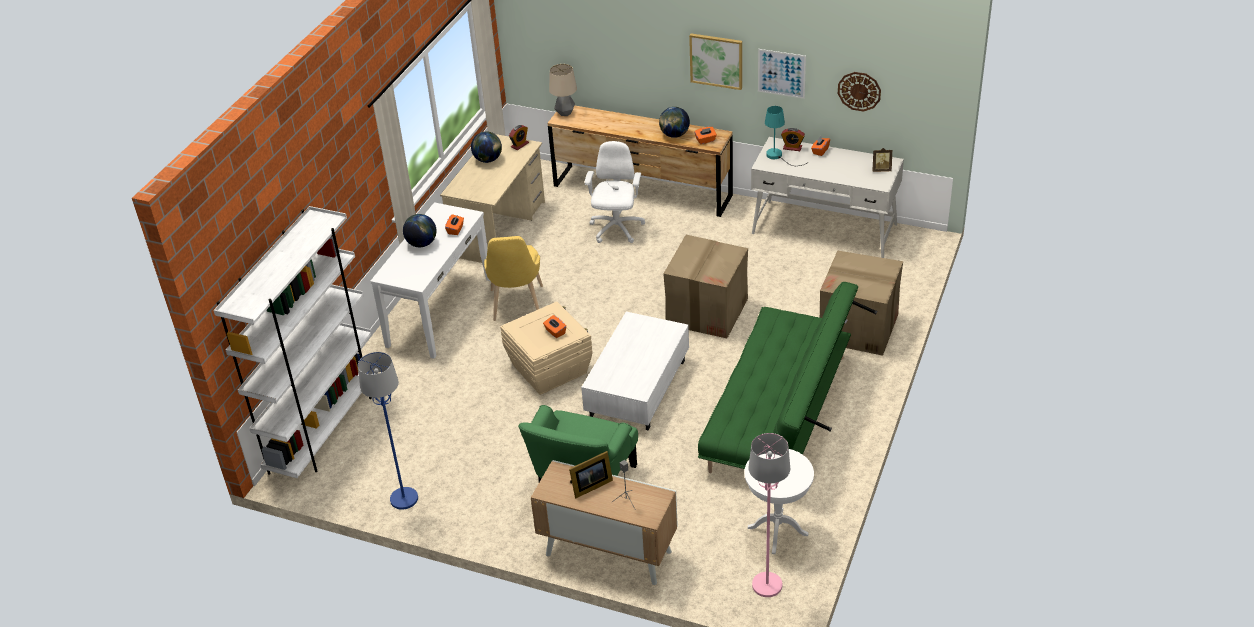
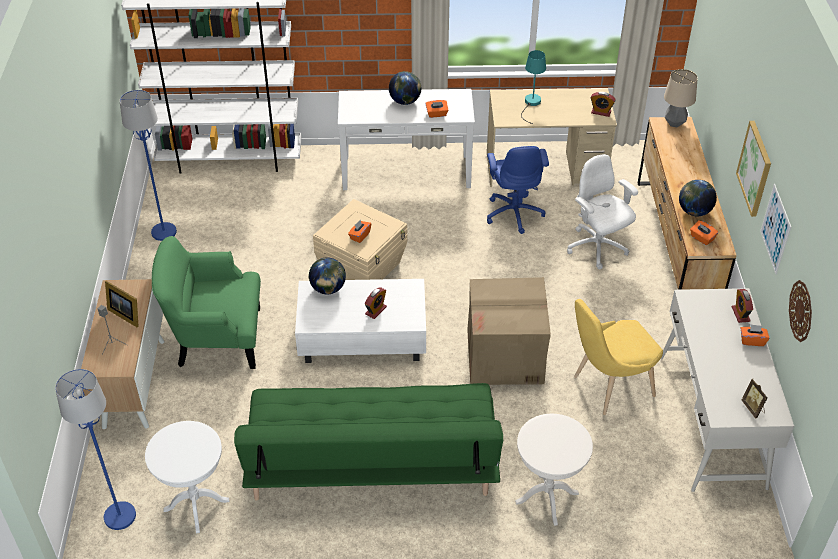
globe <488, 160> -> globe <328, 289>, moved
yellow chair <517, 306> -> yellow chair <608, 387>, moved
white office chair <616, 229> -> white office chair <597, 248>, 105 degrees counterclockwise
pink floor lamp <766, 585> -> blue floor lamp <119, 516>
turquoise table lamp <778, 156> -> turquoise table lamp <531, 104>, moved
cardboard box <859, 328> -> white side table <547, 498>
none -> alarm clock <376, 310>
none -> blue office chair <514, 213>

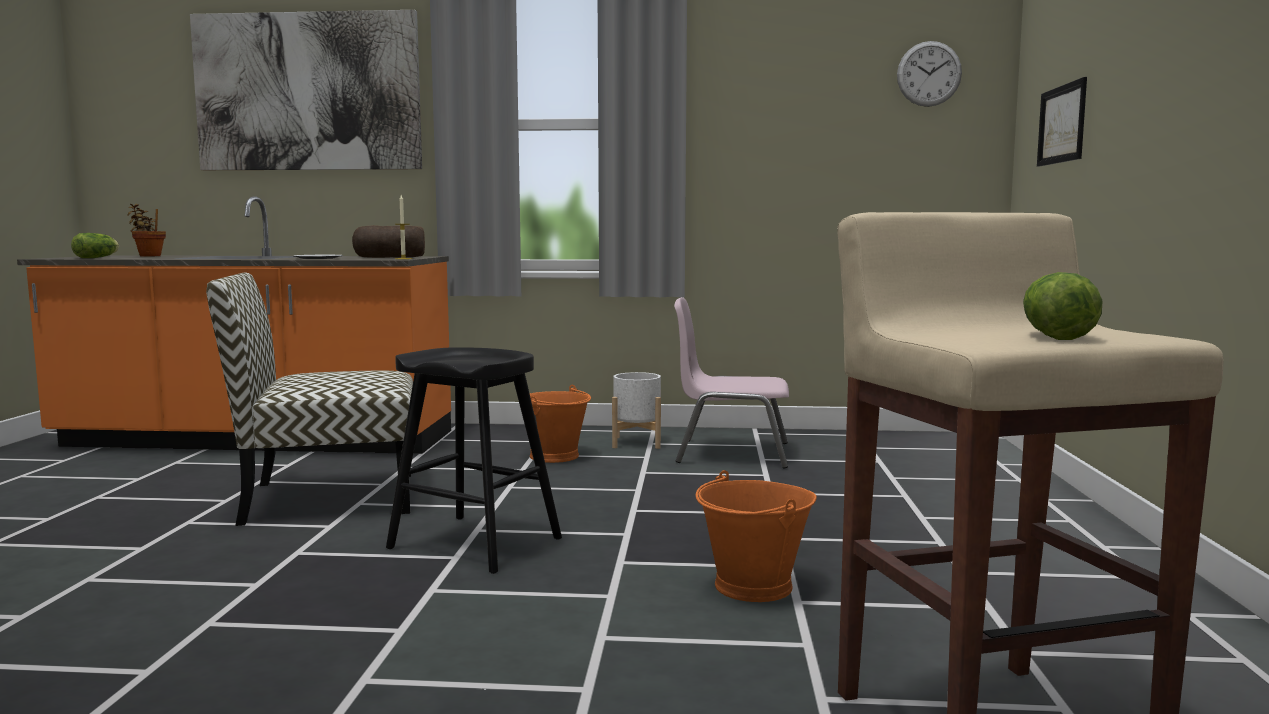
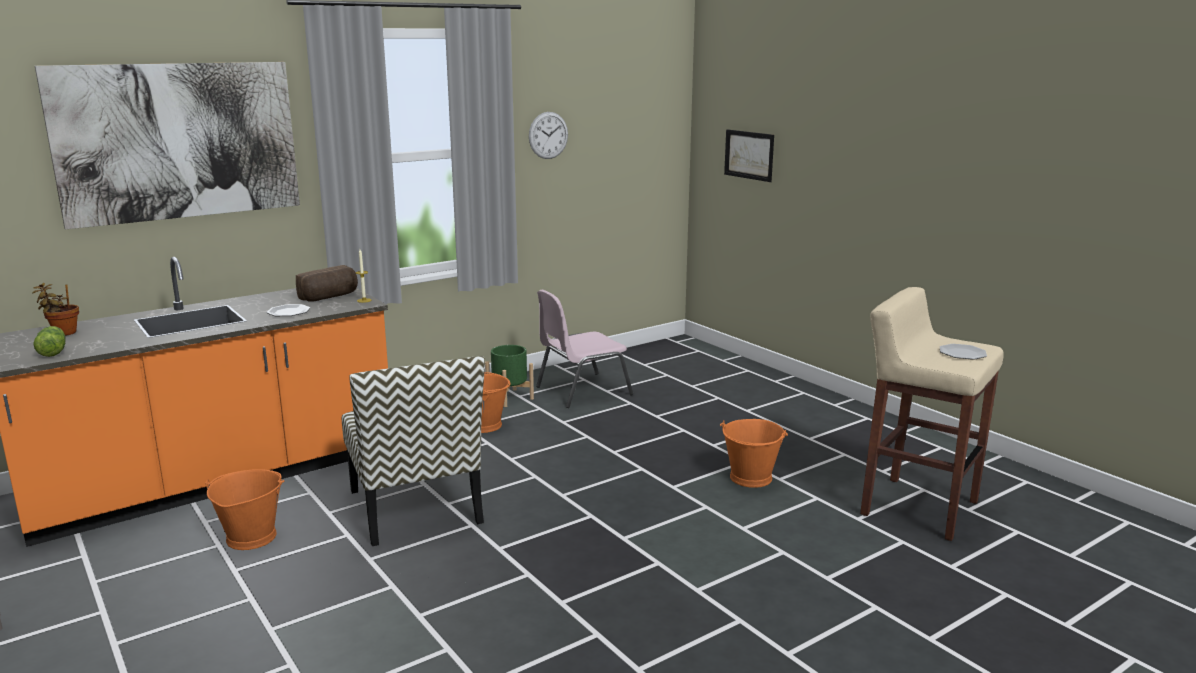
chair <326, 498> -> chair <416, 507>, 60 degrees counterclockwise
black stool <474, 543> -> none
white planter <636, 442> -> green planter <509, 398>
wall clock <929, 74> -> wall clock <548, 135>, moved
lettuce <1055, 335> -> plate <962, 354>
none -> orange bucket <250, 537>

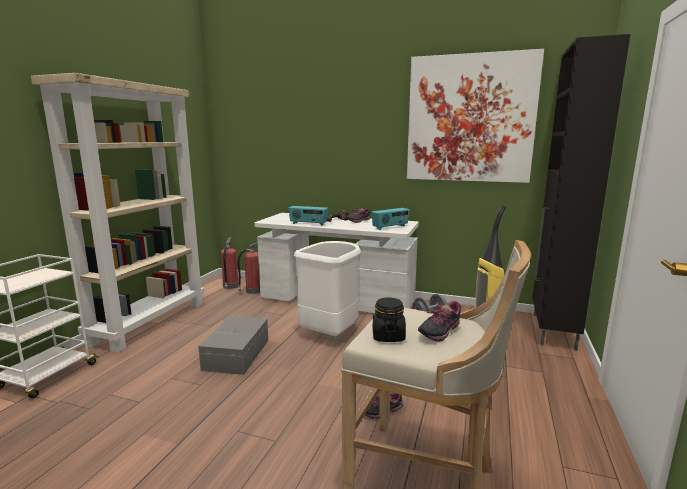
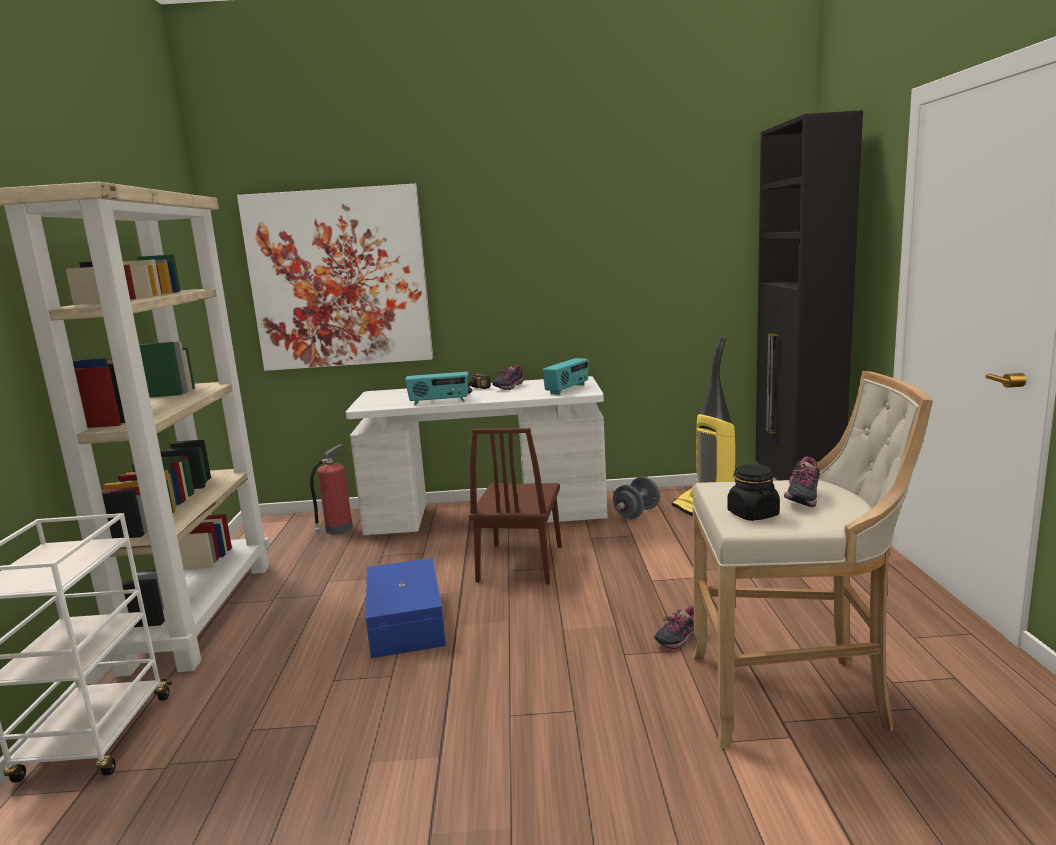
grey storage box <238, 354> -> blue storage box <408, 622>
fire extinguisher <230, 286> -> none
white trash can <330, 334> -> brown chair <520, 563>
picture <470, 119> -> picture <339, 279>, moved

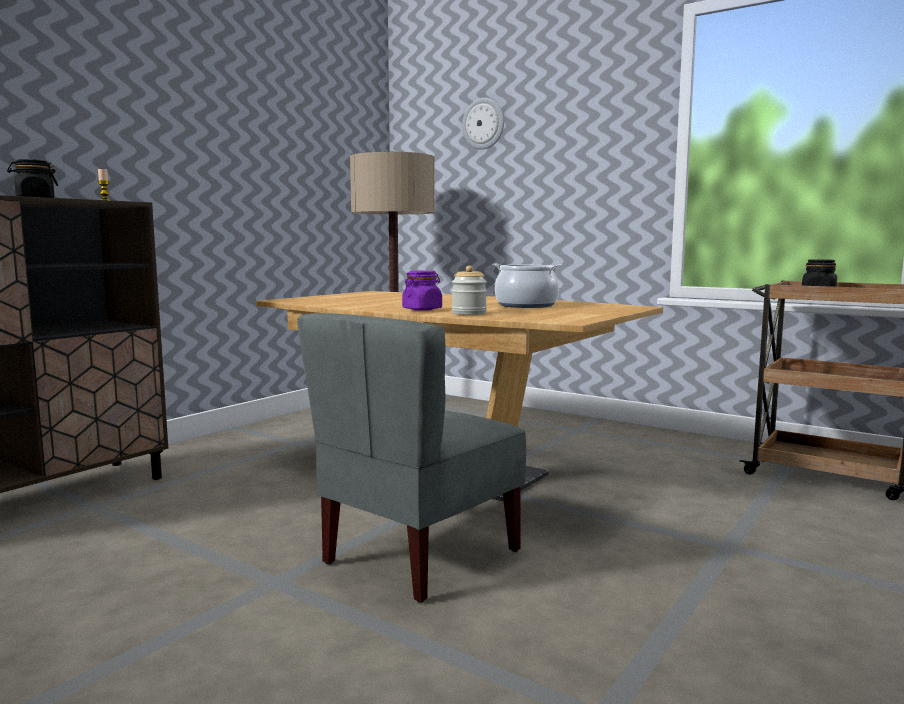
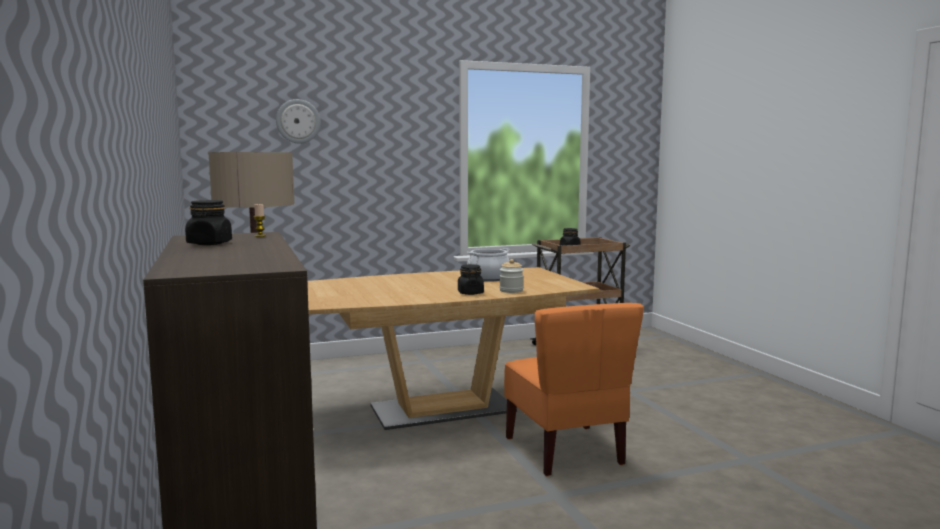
grey chair <419, 556> -> orange chair <565, 451>
purple jar <422, 309> -> black jar <470, 293>

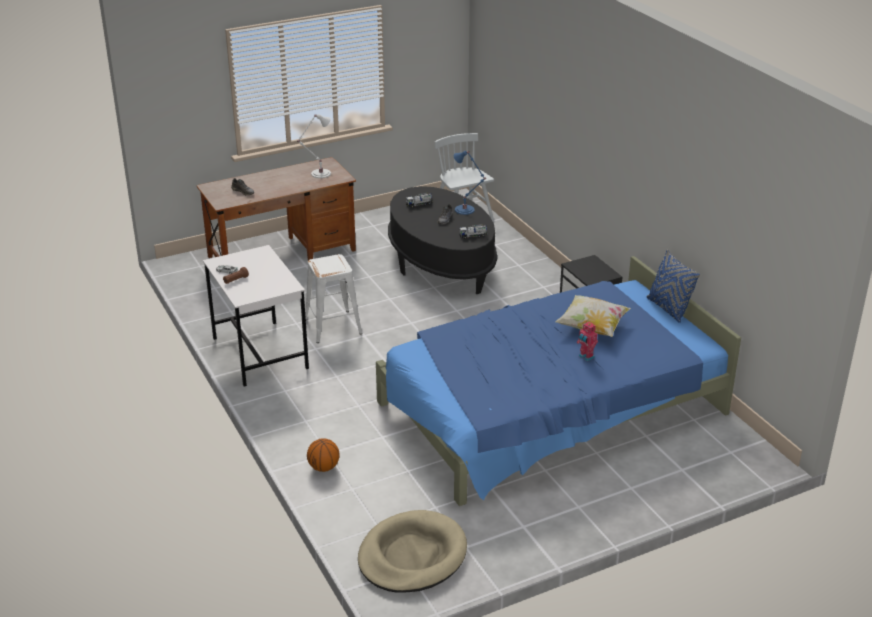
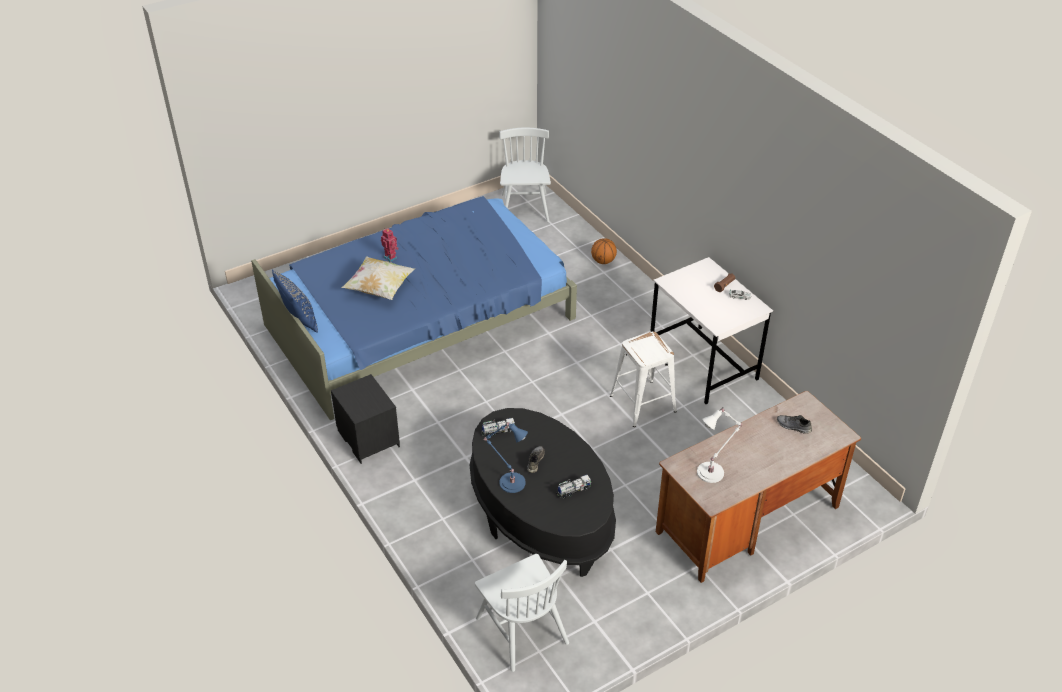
beige dog bed <412, 556> -> white chair <525, 208>

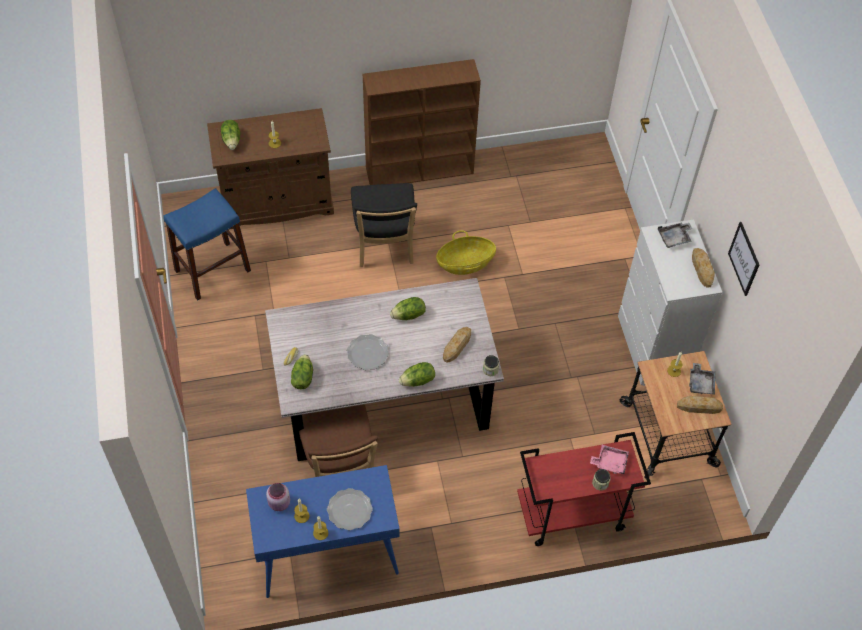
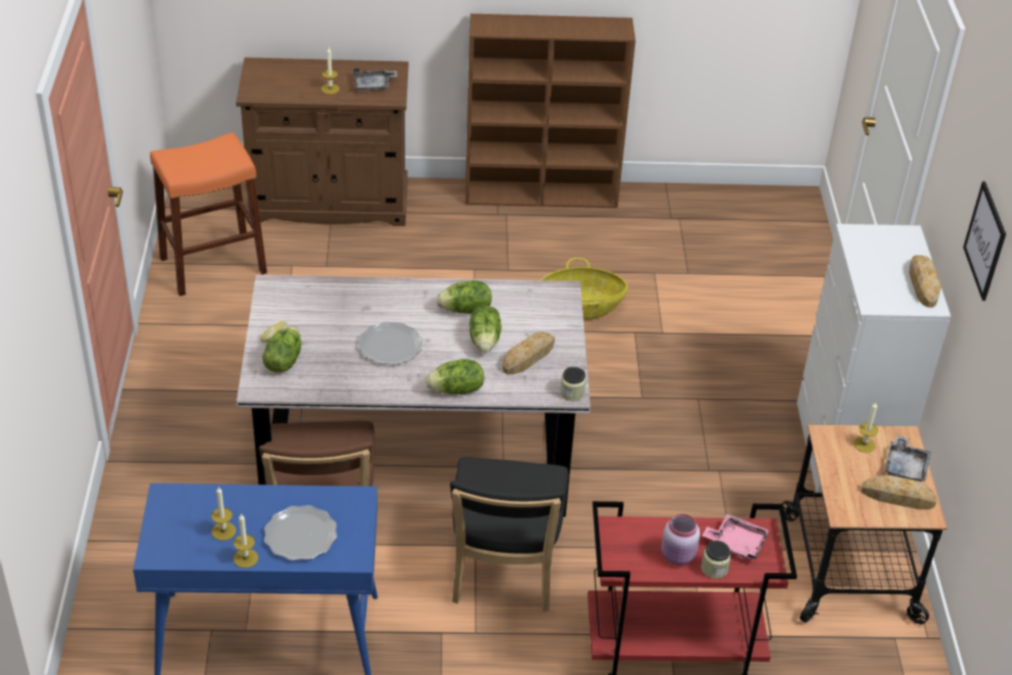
blue stool <212, 270> -> orange stool <213, 265>
lettuce <232, 140> -> lettuce <485, 340>, moved
pink jar <279, 503> -> pink jar <678, 556>, moved
black chair <384, 246> -> black chair <503, 573>, moved
grey tray <674, 238> -> grey tray <373, 86>, moved

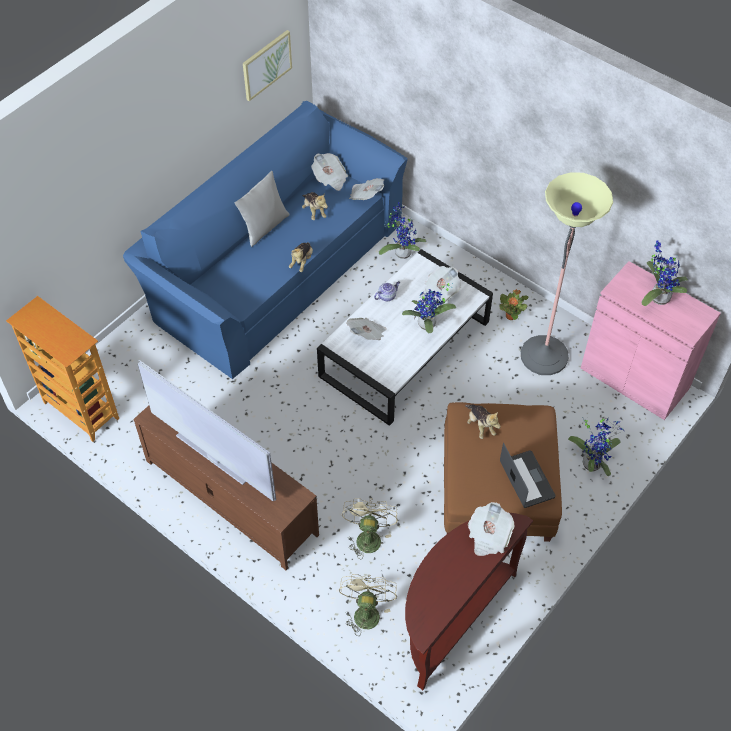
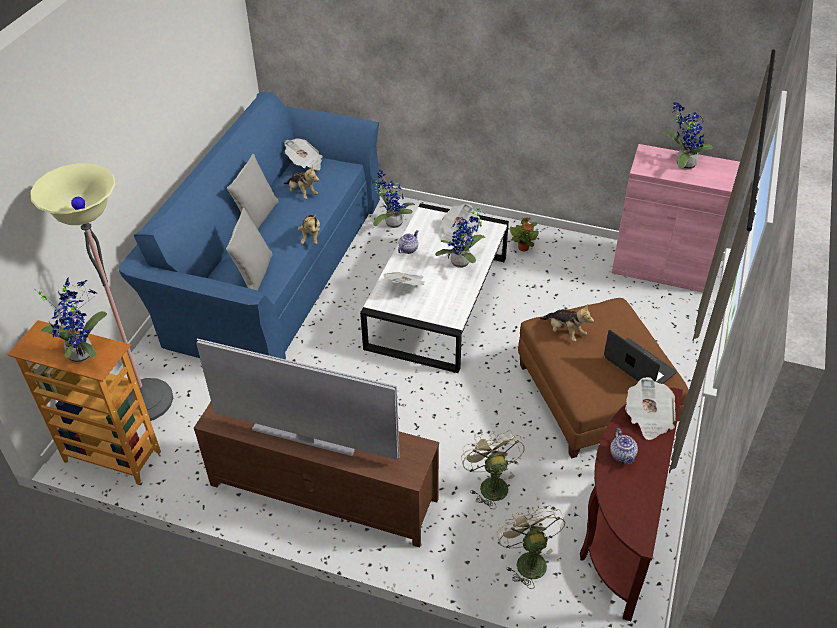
picture <266, 65> -> none
newspaper <366, 196> -> none
floor lamp <544, 356> -> floor lamp <145, 401>, moved
potted plant <592, 462> -> potted plant <83, 352>, moved
none -> grey pillow <254, 274>
none -> teapot <623, 455>

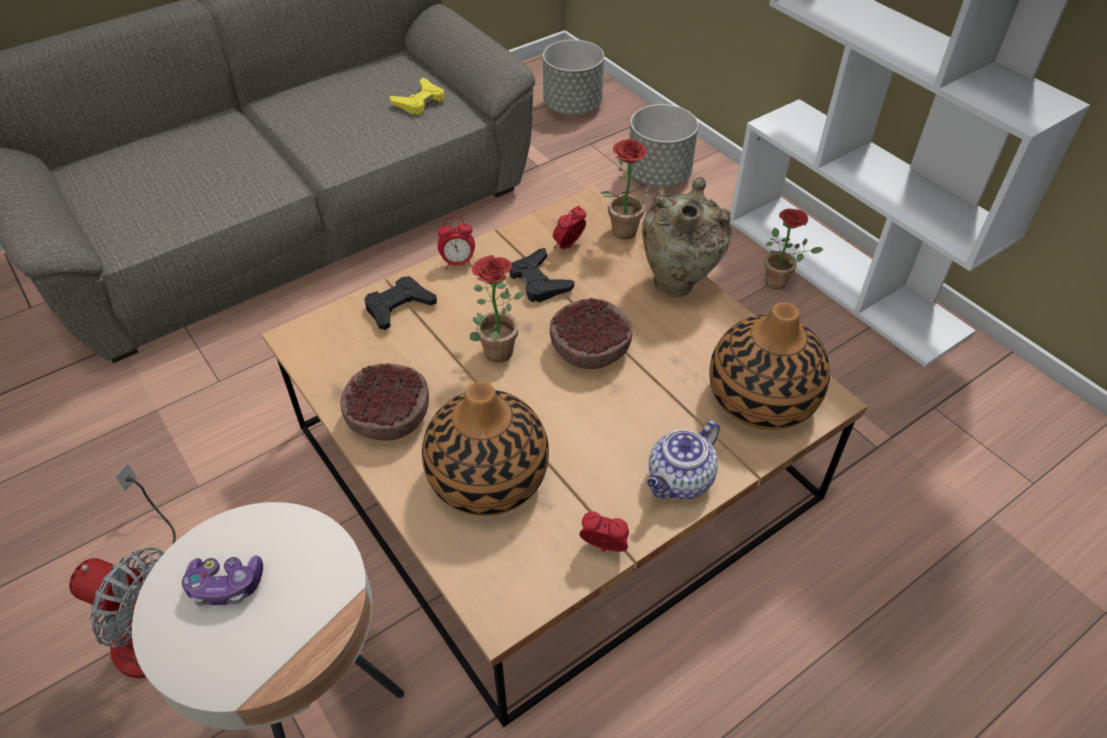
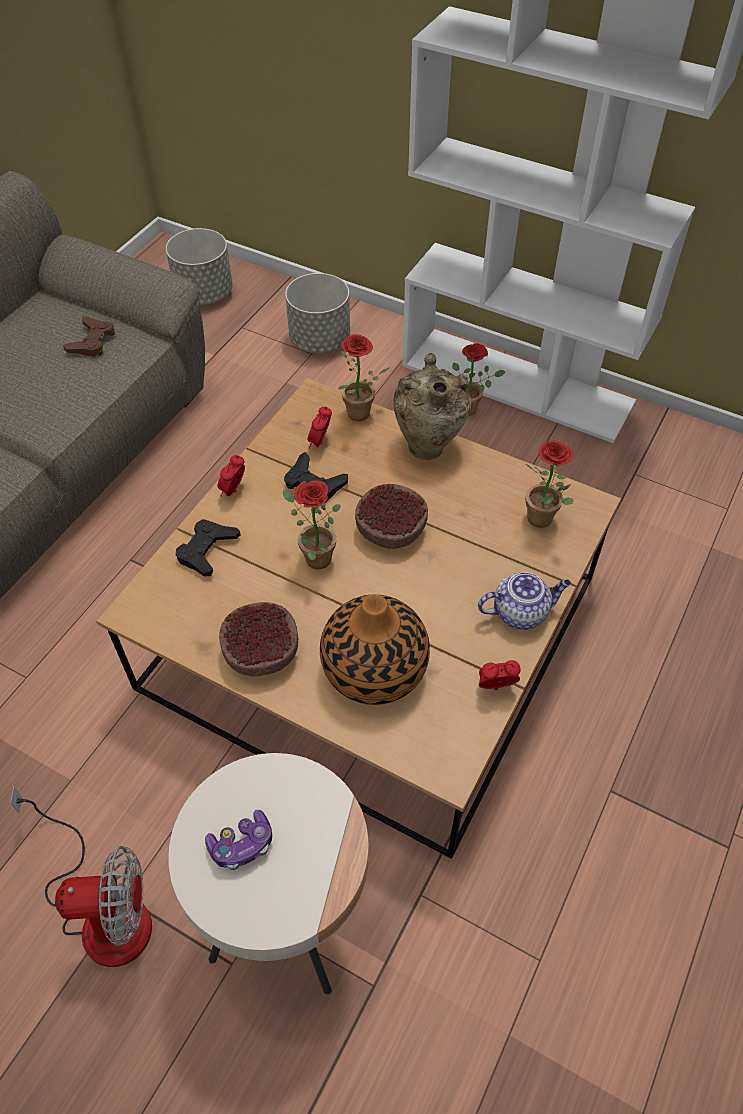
yellow game controller <420, 102> -> brown game controller <92, 341>
alarm clock <458, 263> -> alarm clock <234, 491>, 150 degrees clockwise
teapot <679, 481> -> teapot <521, 612>, 120 degrees counterclockwise
vase <761, 398> -> potted plant <544, 521>

